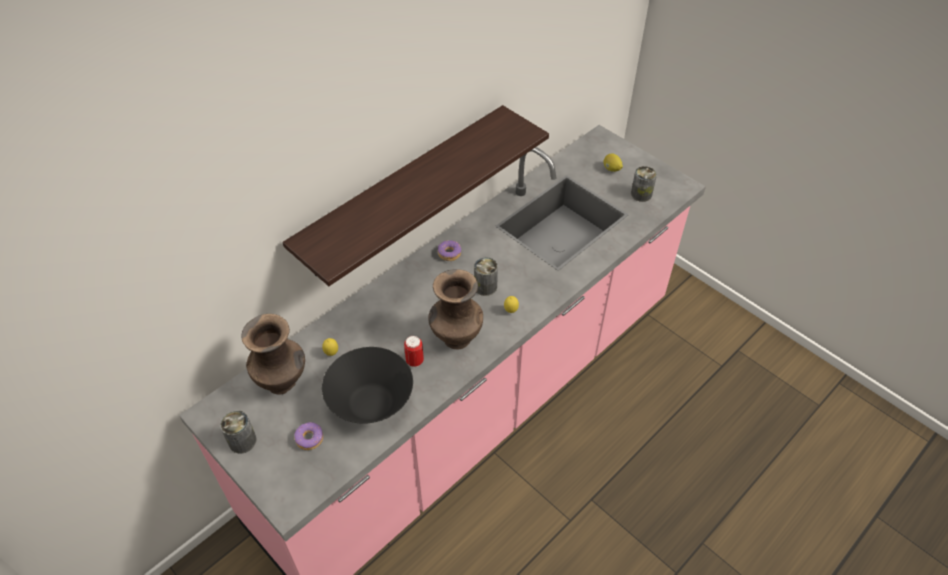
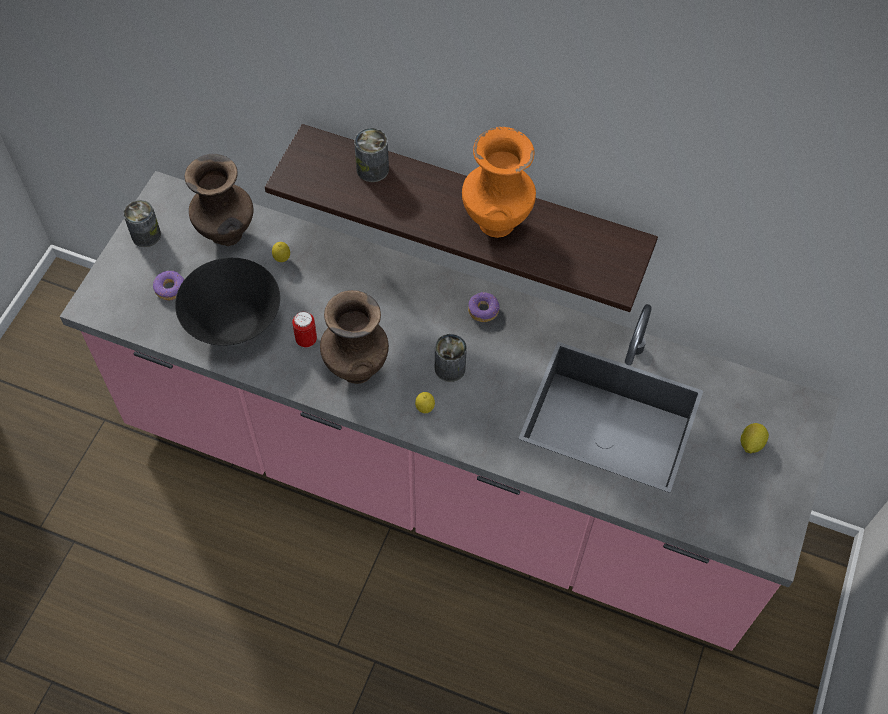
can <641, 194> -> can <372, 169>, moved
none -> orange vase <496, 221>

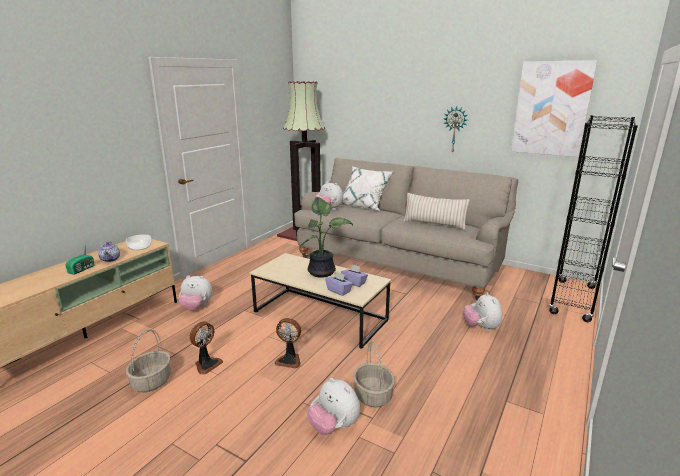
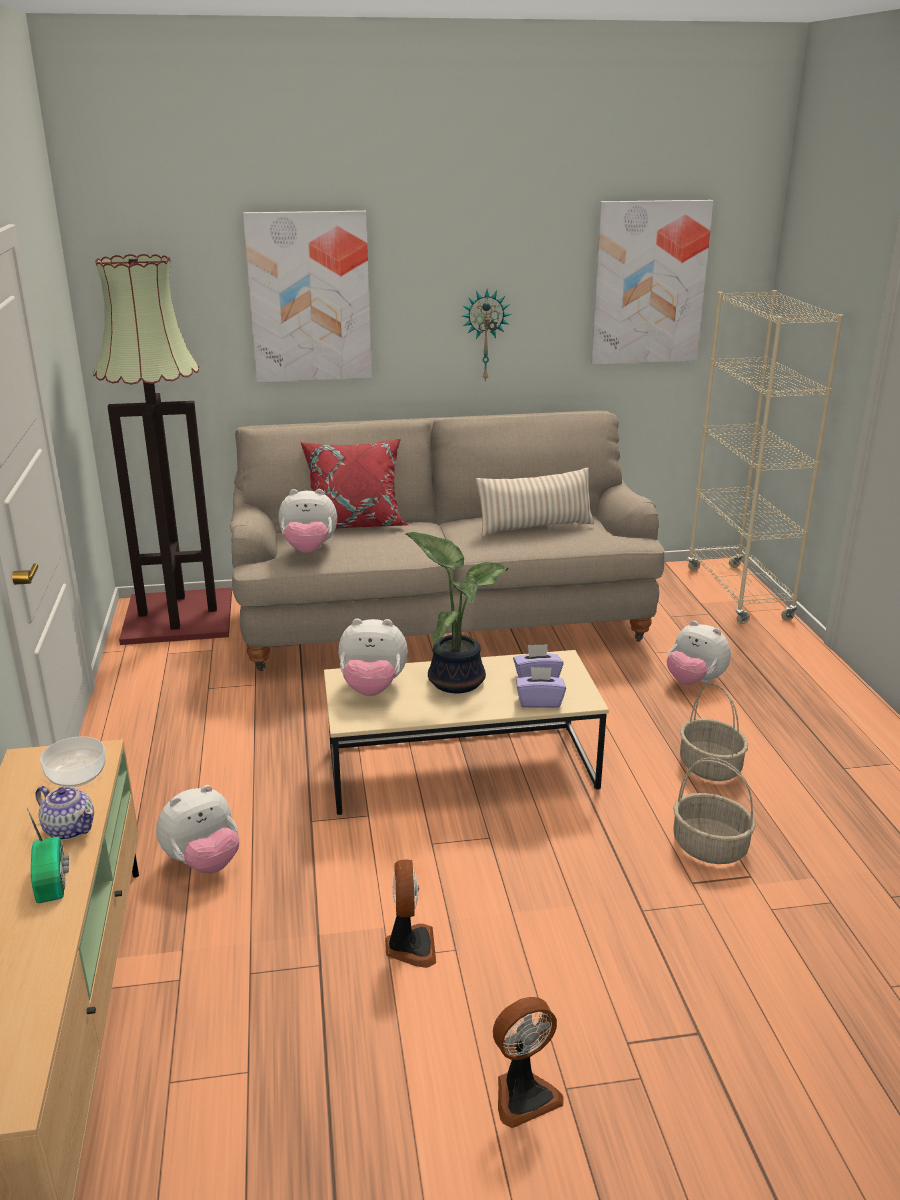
basket <151, 381> -> basket <709, 766>, moved
fan <289, 360> -> fan <523, 1094>, moved
plush toy <334, 426> -> plush toy <373, 689>, moved
white pillow <364, 206> -> red pillow <354, 523>
black bookcase <573, 300> -> beige bookcase <738, 594>
none -> picture <309, 297>

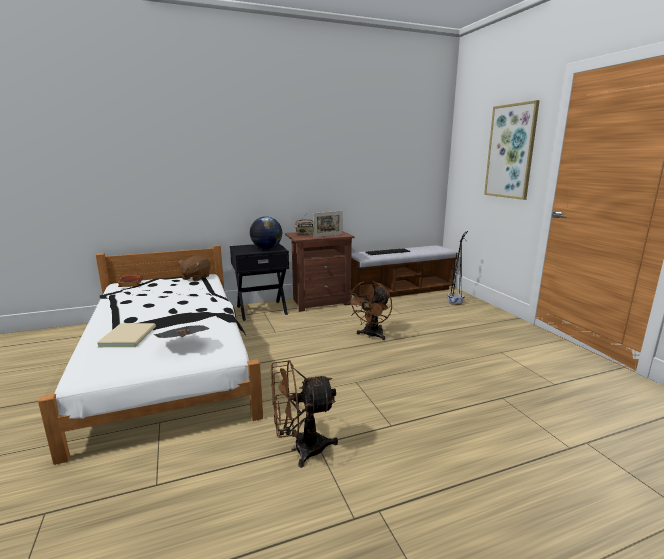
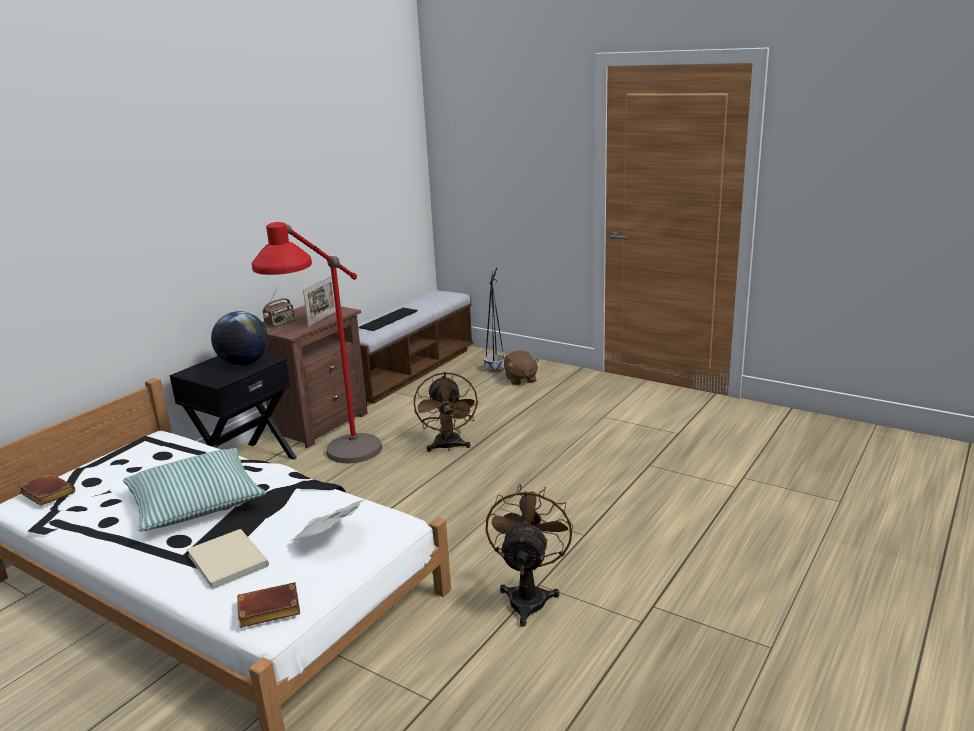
brown plush toy <195, 277> -> brown plush toy <520, 379>, moved
brown fan <301, 449> -> brown fan <529, 596>, 150 degrees clockwise
picture <511, 151> -> none
none -> pillow <195, 502>
none -> brown book <267, 611>
none -> red floor lamp <339, 469>

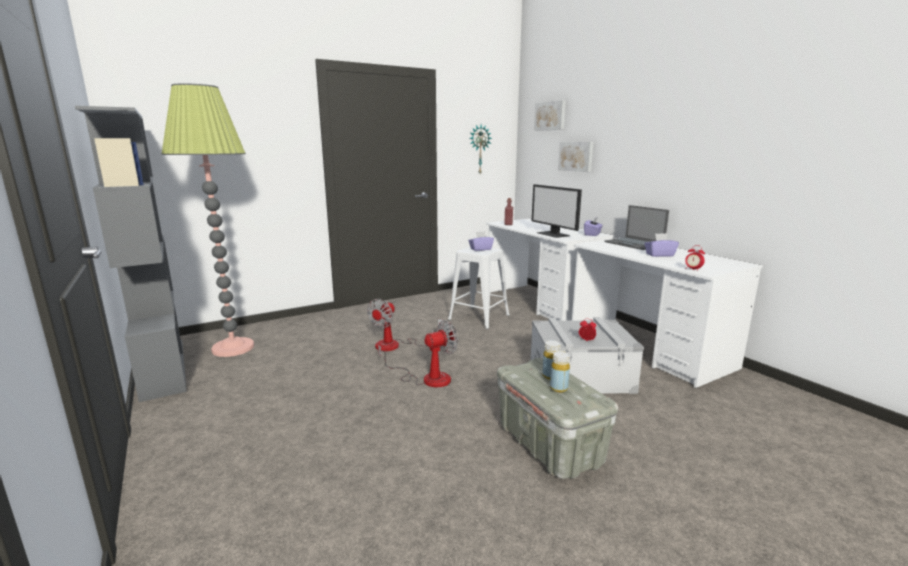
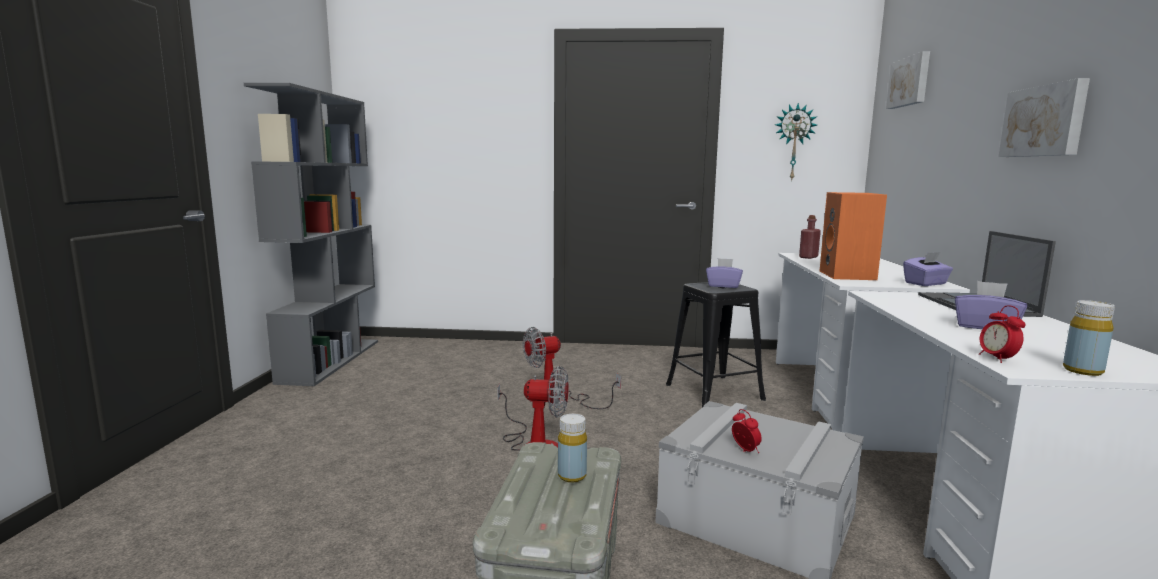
floor lamp <233, 348> -> none
white stool <479, 317> -> black stool <714, 392>
monitor <553, 234> -> orange speaker <849, 275>
yellow bottle <558, 388> -> yellow bottle <1082, 371>, moved
picture <576, 156> -> picture <1045, 121>, moved

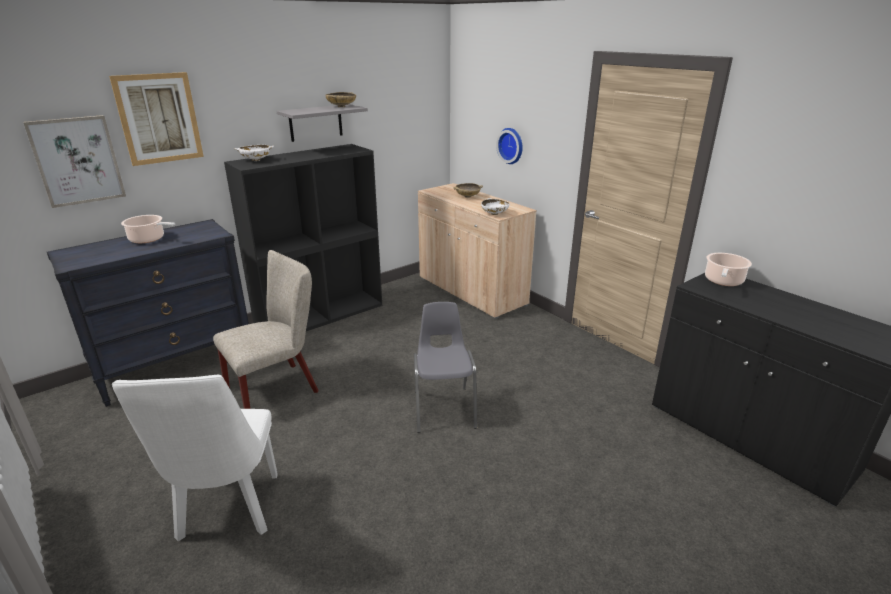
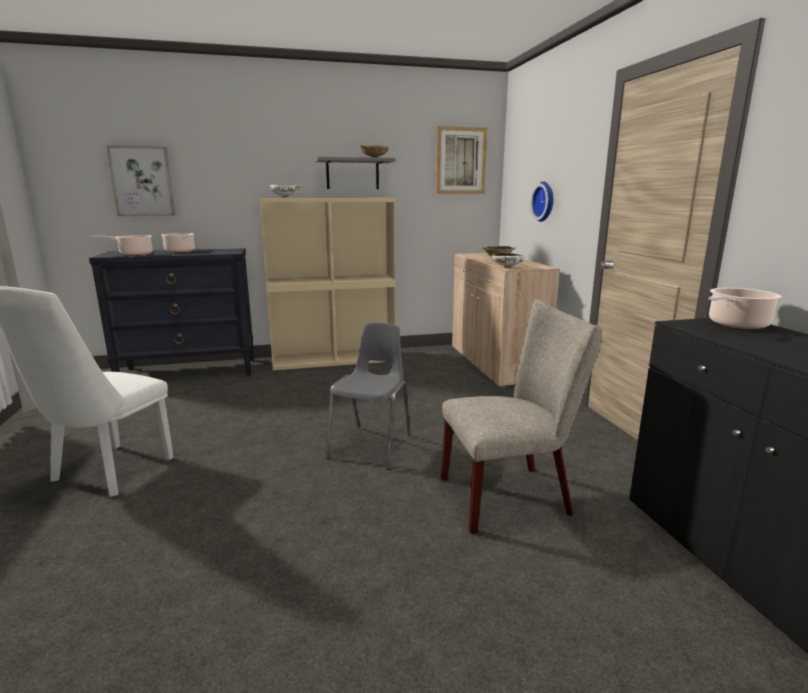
picture <159, 118> -> picture <461, 161>, moved
beige chair <278, 388> -> beige chair <512, 495>, moved
black bookcase <321, 315> -> beige bookcase <334, 359>
none -> cooking pot <133, 254>

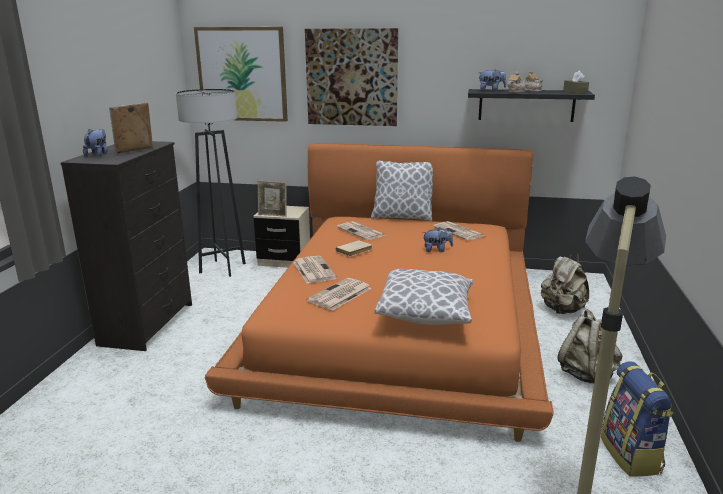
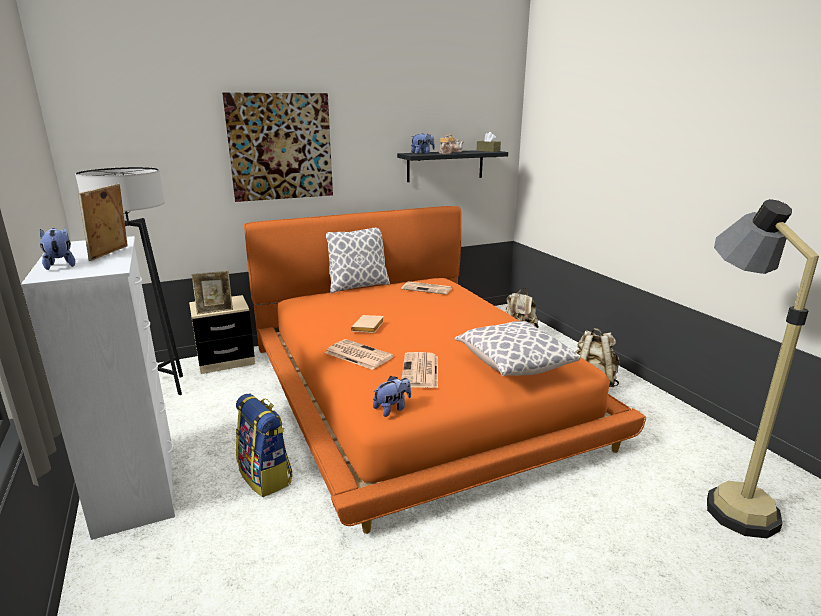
black dresser <148, 324> -> white dresser <137, 483>
picture <242, 74> -> none
newspaper <361, 231> -> none
plush toy <437, 250> -> plush toy <392, 408>, moved
backpack <631, 455> -> backpack <266, 476>, moved

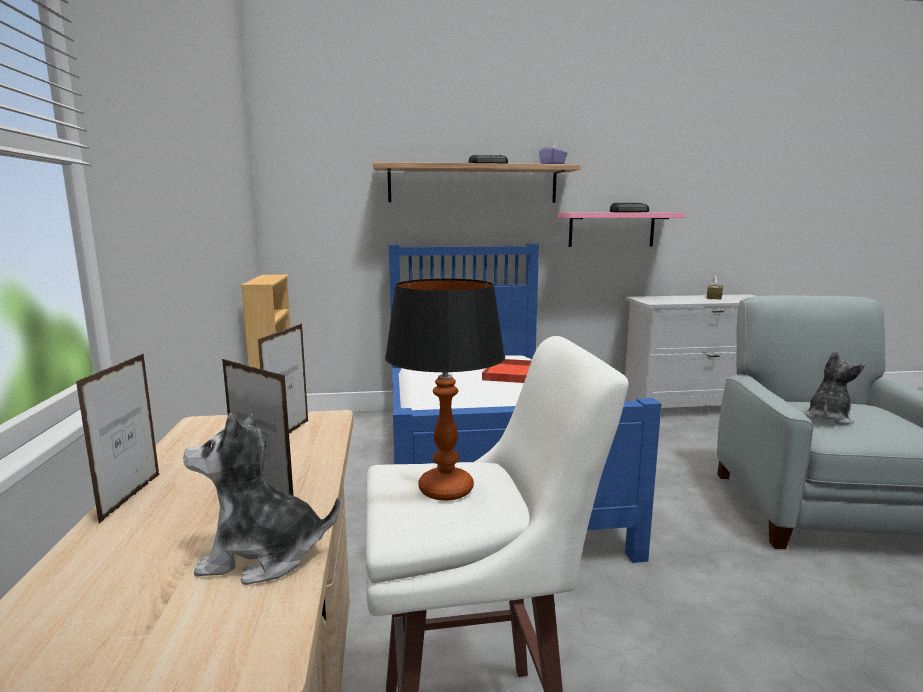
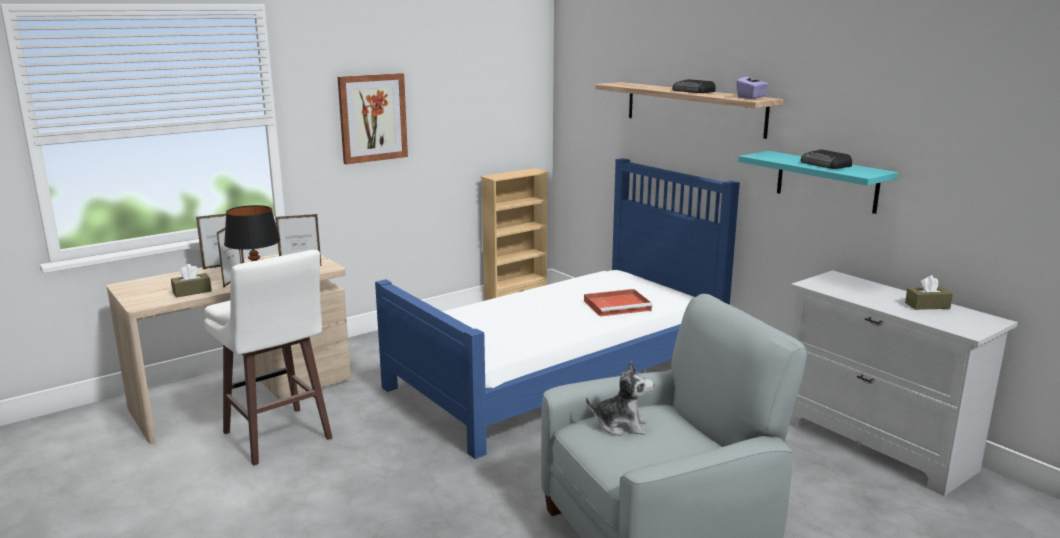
plush toy <262, 556> -> brown tissue box <192, 292>
pink shelf <611, 229> -> turquoise shelf <826, 181>
none -> picture <372, 118>

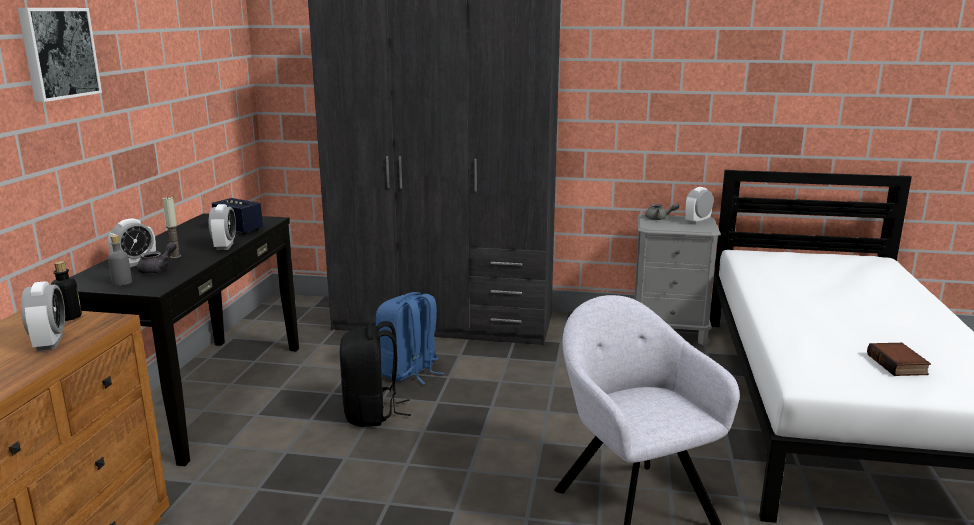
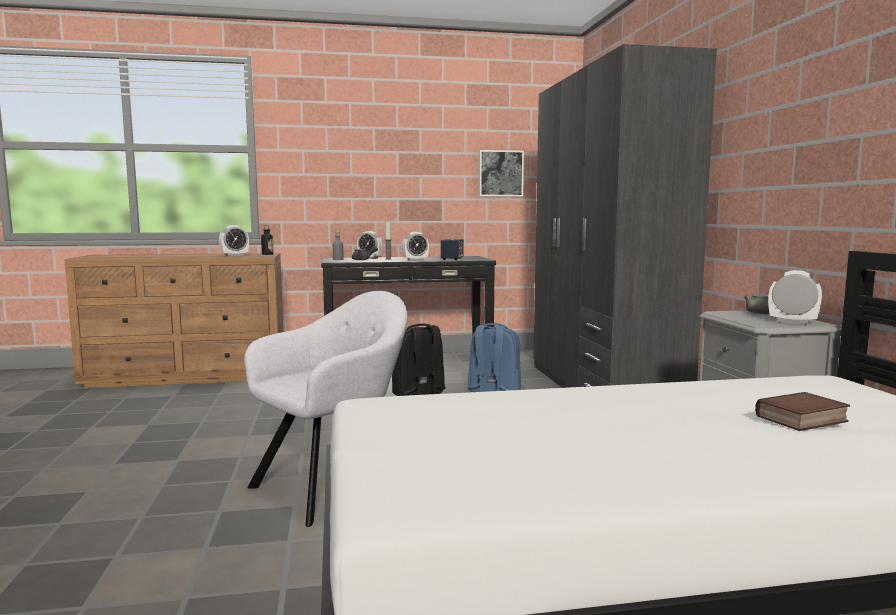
picture <58, 53> -> picture <500, 173>, moved
book <899, 364> -> book <802, 419>, moved

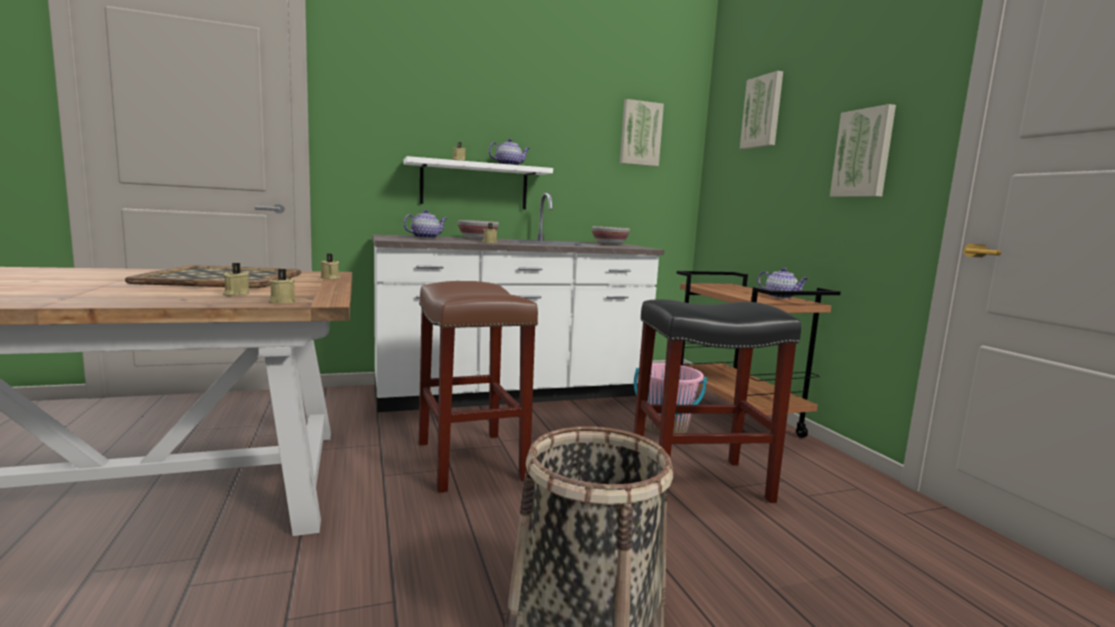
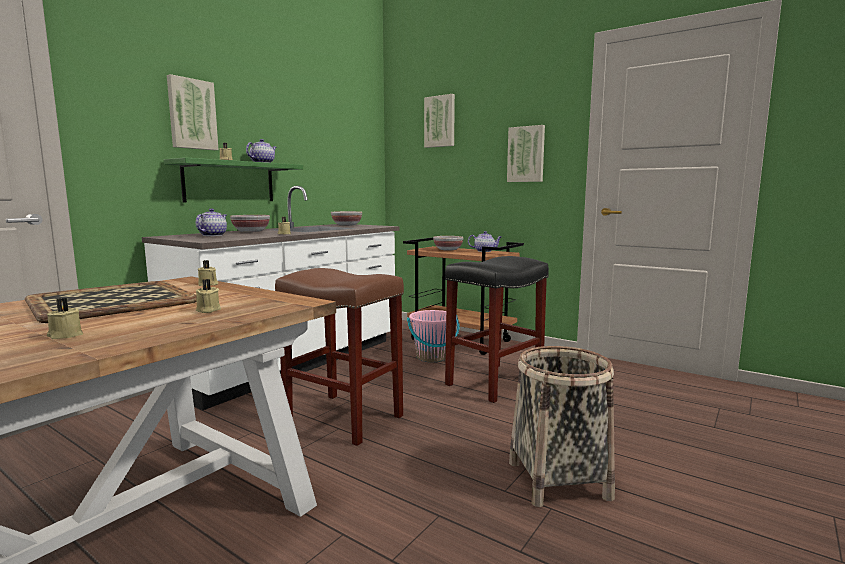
beige candle <282, 301> -> beige candle <65, 335>, moved
white shelf <474, 185> -> green shelf <229, 182>
picture <640, 133> -> picture <191, 114>, moved
none -> bowl <448, 250>

